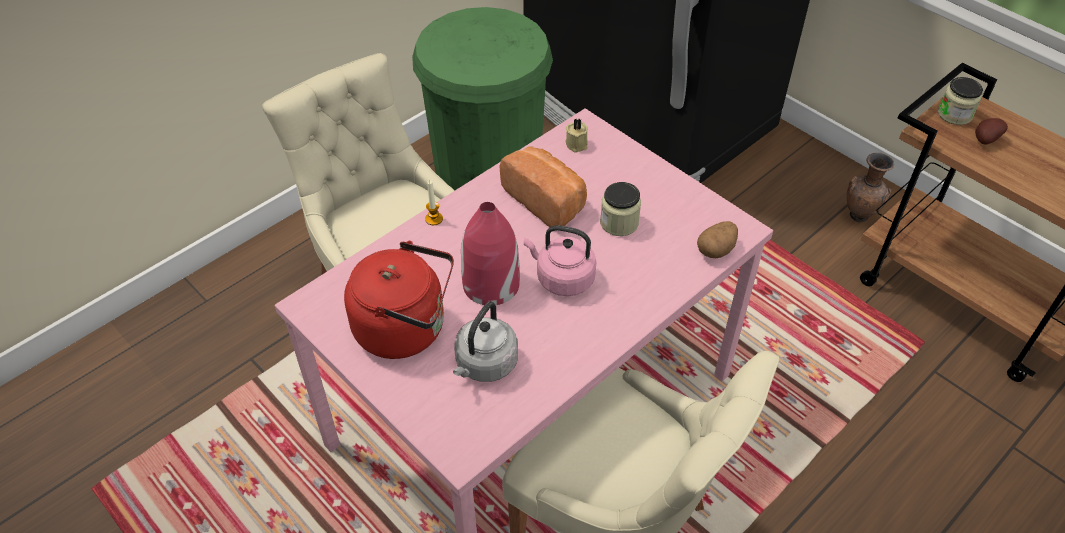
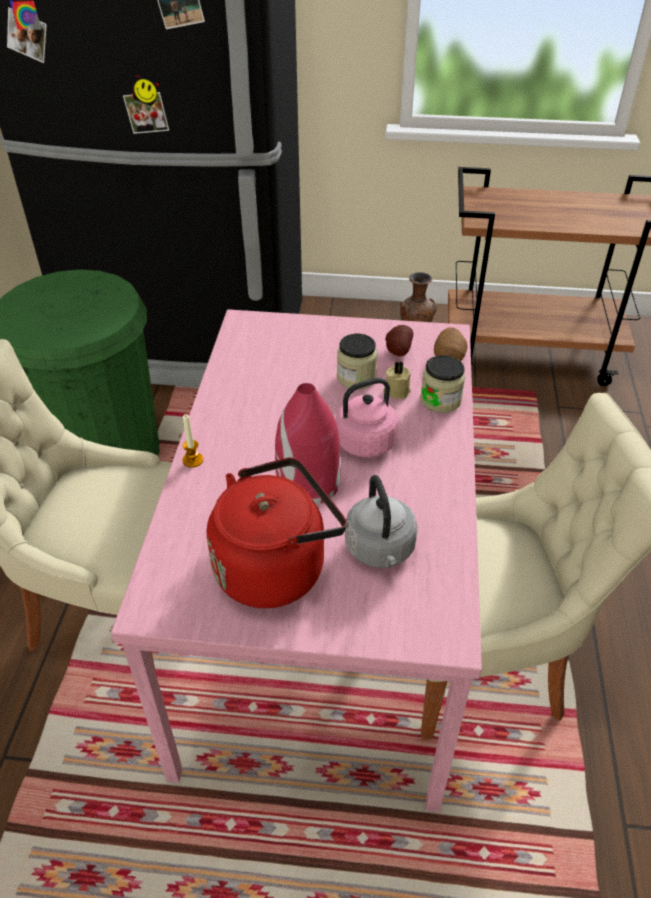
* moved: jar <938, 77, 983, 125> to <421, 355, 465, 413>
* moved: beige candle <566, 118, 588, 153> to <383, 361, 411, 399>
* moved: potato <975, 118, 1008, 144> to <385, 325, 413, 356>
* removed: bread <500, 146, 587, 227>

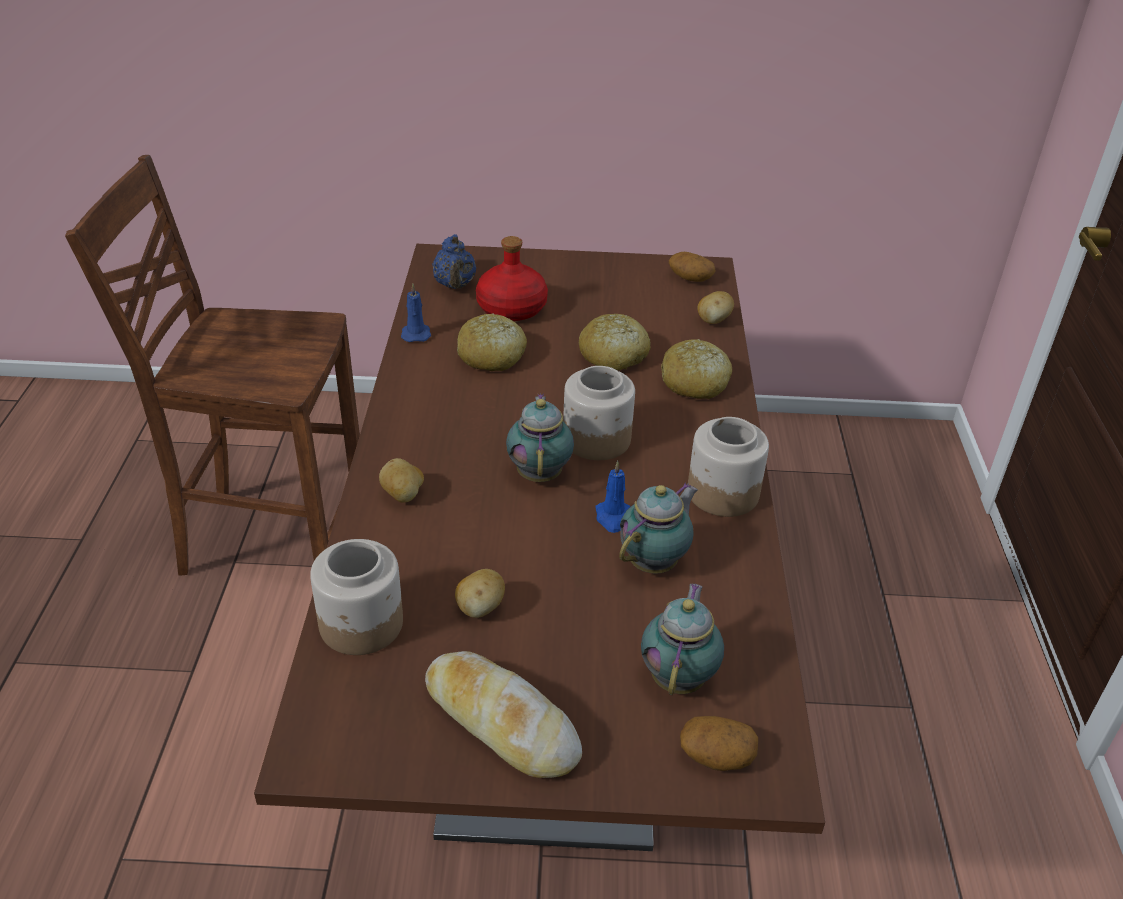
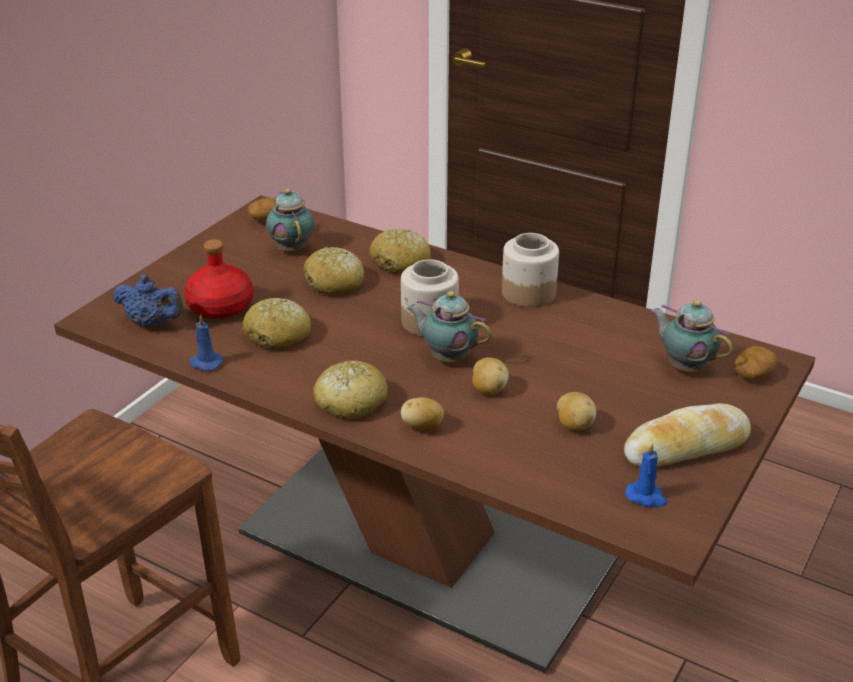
* moved: potato <697, 291, 734, 324> to <472, 357, 509, 394>
* moved: blue candle <595, 461, 631, 533> to <625, 443, 667, 507>
* moved: teapot <619, 482, 698, 573> to <266, 189, 314, 253>
* removed: jar <310, 539, 403, 655>
* added: bread <313, 360, 388, 419>

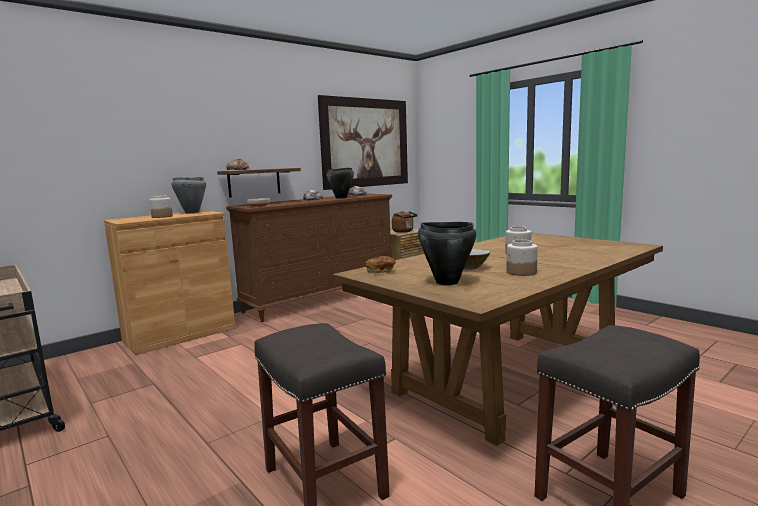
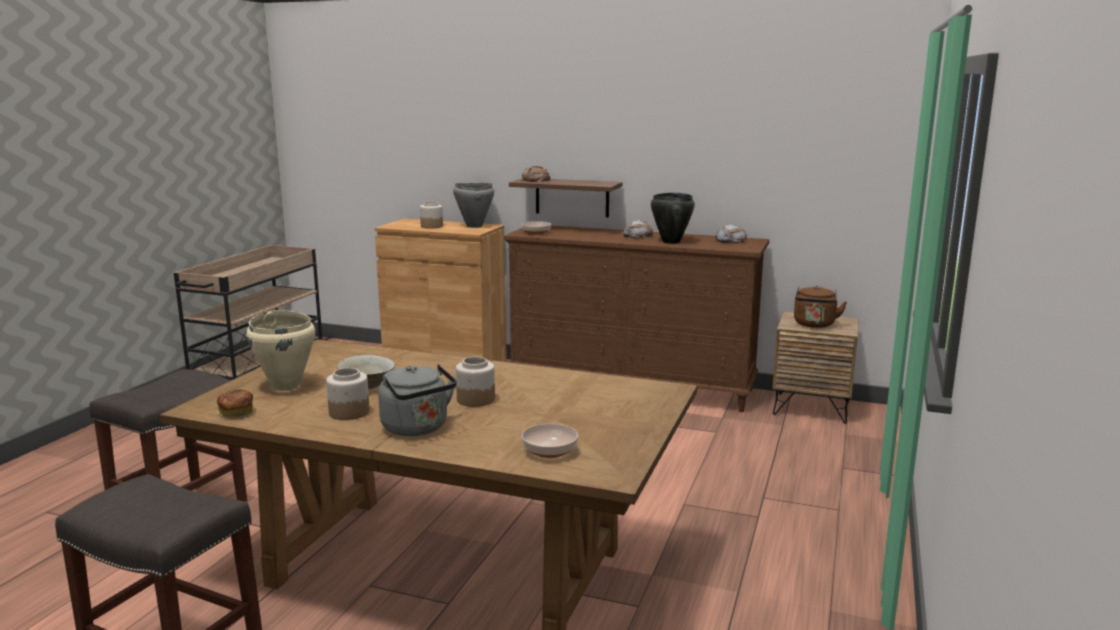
* removed: picture <318, 95, 408, 190>
* recoloured: black cooking pot <418, 222, 476, 285> to beige cooking pot <246, 310, 315, 391>
* moved: bread <365, 256, 396, 274> to <217, 389, 253, 417>
* added: grey kettle <378, 364, 457, 436>
* added: bowl <522, 424, 578, 458>

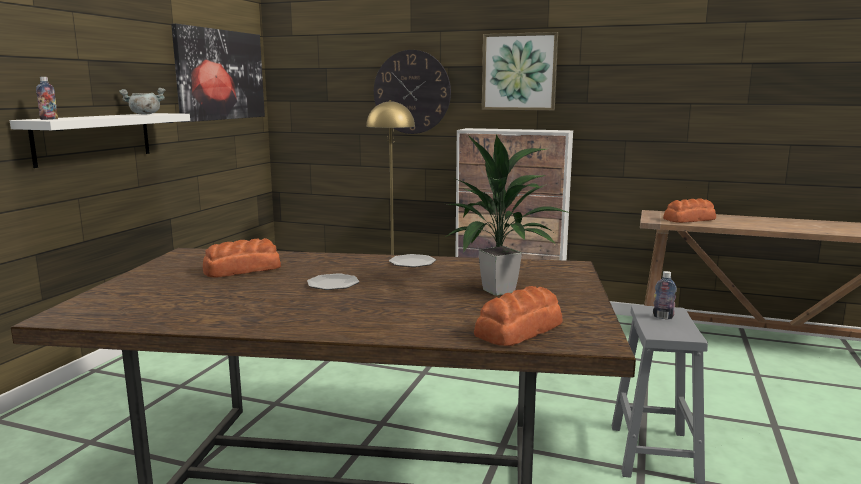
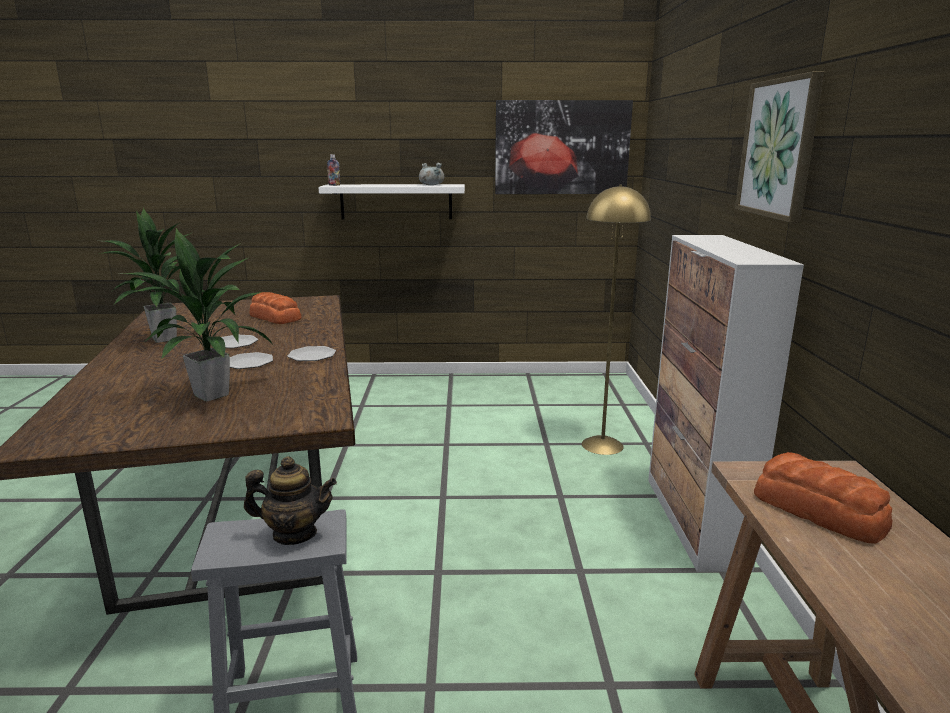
* removed: wall clock <374, 50, 451, 134>
* replaced: bottle <653, 271, 677, 319> to teapot <244, 456, 337, 545>
* removed: bread <474, 286, 562, 346>
* added: potted plant <99, 208, 205, 343>
* added: plate <230, 352, 273, 369>

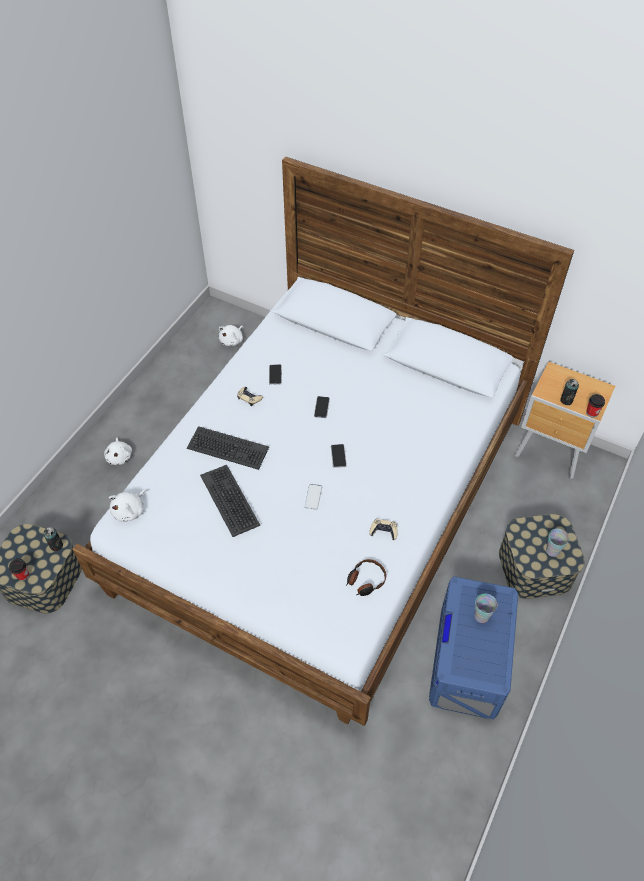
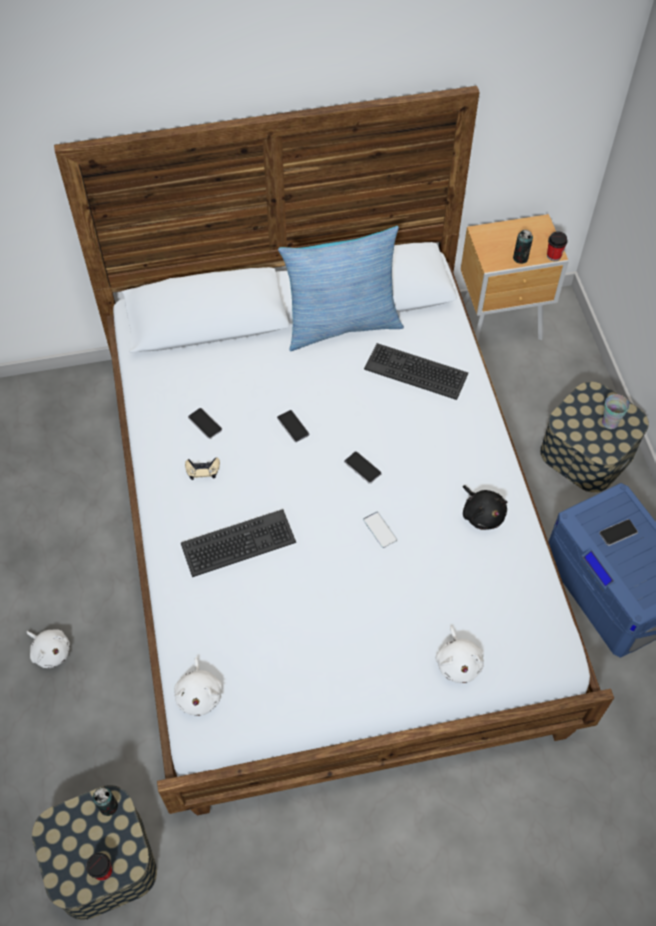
* moved: white plush toy <219, 325, 243, 346> to <436, 626, 484, 683>
* moved: keyboard <200, 465, 260, 537> to <364, 343, 468, 400>
* replaced: beige game controller <369, 519, 398, 540> to black plush toy <463, 485, 507, 530>
* removed: headphones <346, 559, 386, 596>
* replaced: cup <474, 594, 497, 623> to phone <599, 519, 638, 546>
* added: pillow <278, 226, 404, 351>

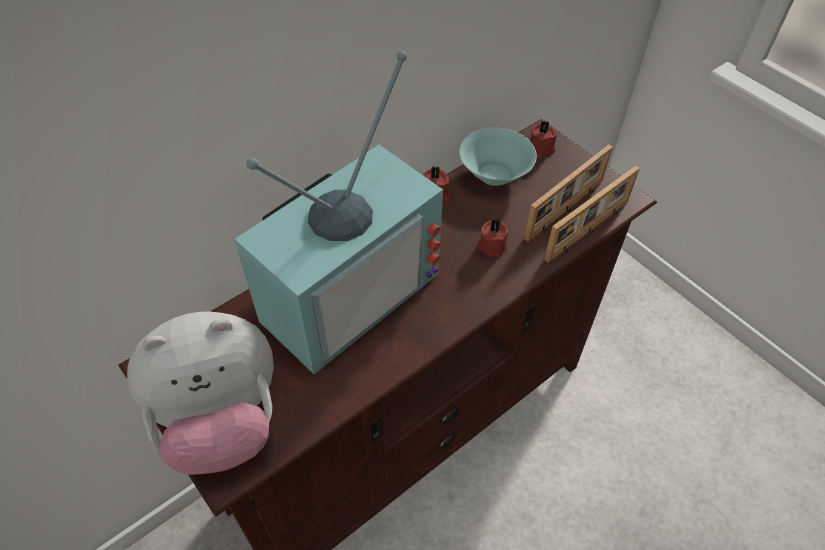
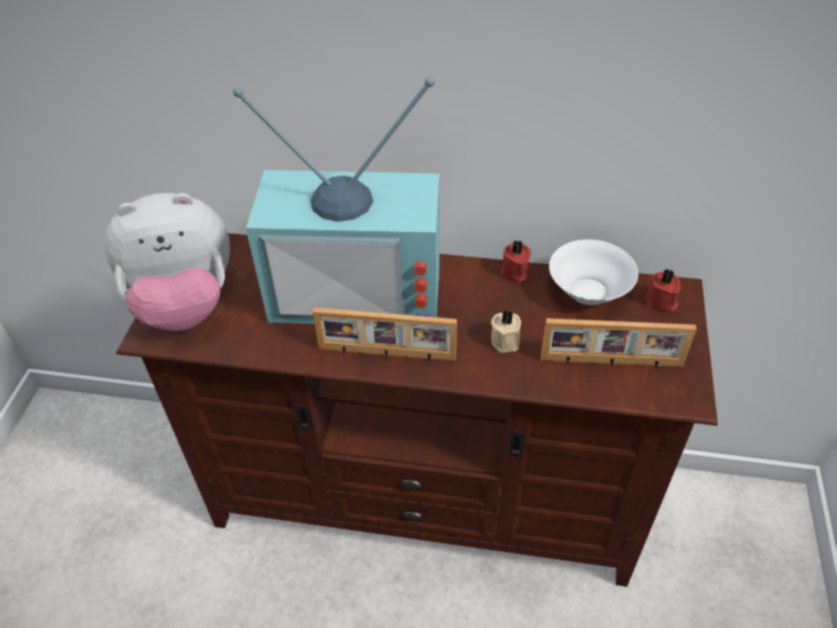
* recoloured: turquoise bowl <459, 128, 537, 186> to white bowl <549, 239, 638, 305>
* moved: picture frame <544, 166, 640, 263> to <313, 307, 457, 361>
* recoloured: red candle <477, 219, 508, 257> to beige candle <491, 309, 521, 353>
* turned: plush toy <127, 312, 274, 475> = <105, 193, 230, 331> 45 degrees counterclockwise

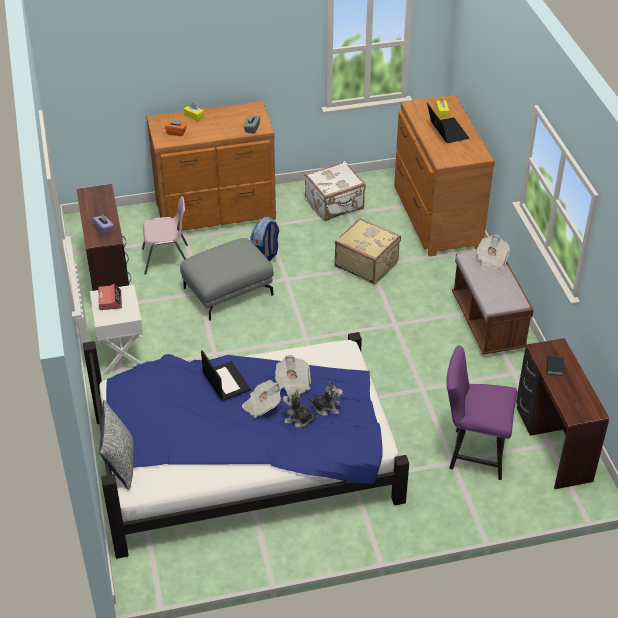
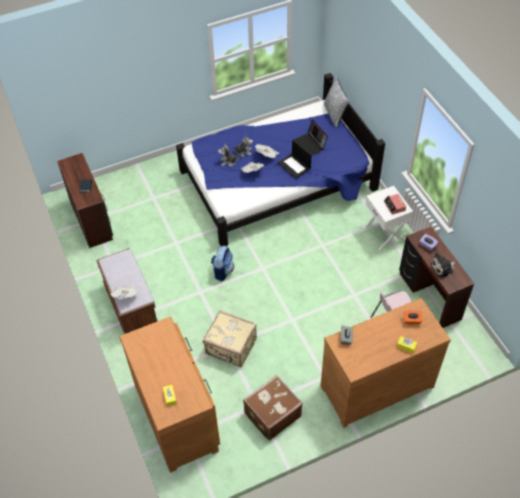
* moved: laptop <427, 103, 469, 143> to <293, 119, 328, 156>
* recoloured: white suitcase <304, 161, 366, 221> to brown suitcase <243, 375, 303, 441>
* moved: backpack <250, 217, 279, 261> to <211, 245, 234, 281>
* removed: grey ottoman <180, 238, 274, 321>
* removed: purple chair <446, 345, 517, 480>
* added: plush toy <430, 253, 456, 278>

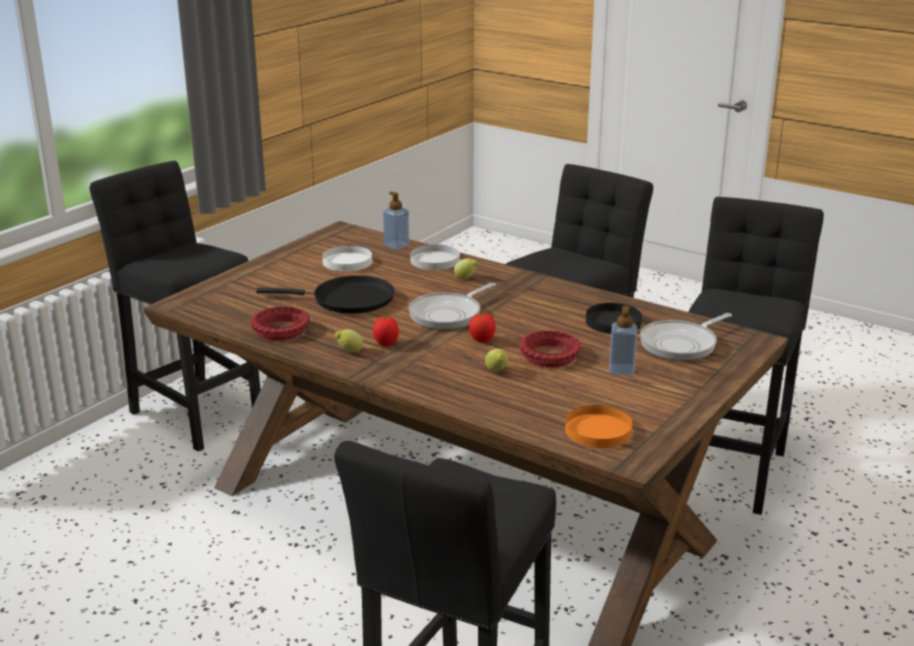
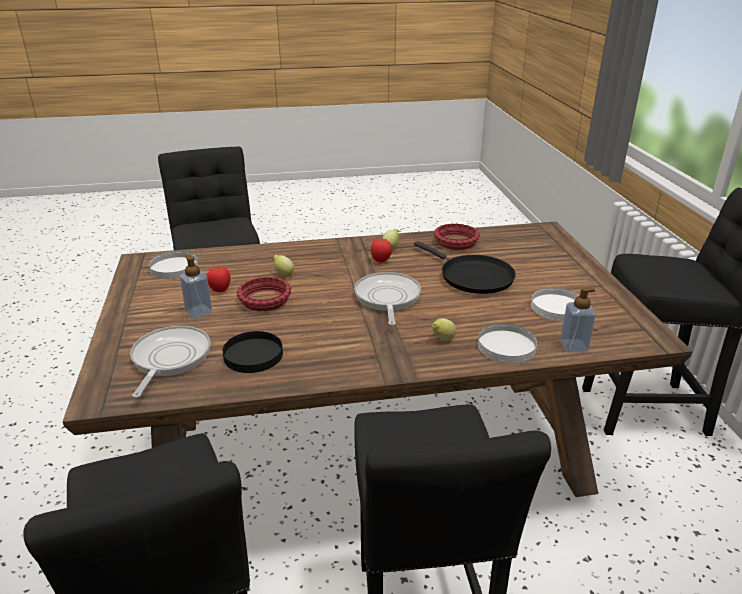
* turned: black frying pan <256, 276, 395, 314> = <414, 241, 516, 294> 90 degrees counterclockwise
* moved: tomato <469, 313, 496, 342> to <207, 266, 231, 292>
* recoloured: orange plate <565, 405, 633, 448> to white plate <148, 251, 198, 279>

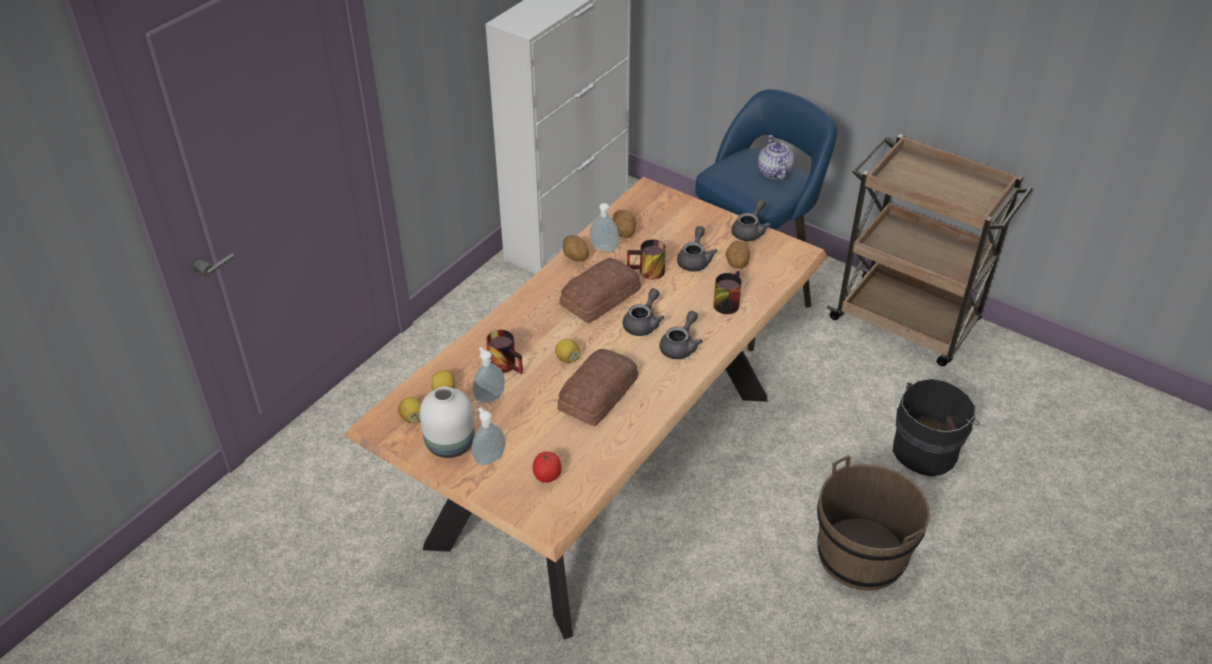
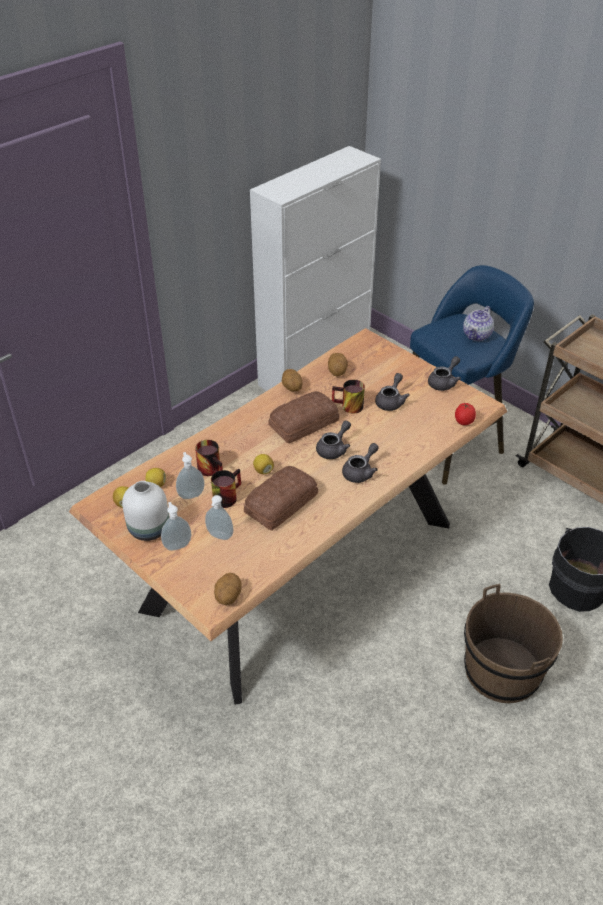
* turned: teapot <758, 135, 794, 180> = <463, 306, 494, 341> 150 degrees counterclockwise
* moved: soap dispenser <590, 203, 619, 252> to <205, 495, 233, 540>
* moved: potato <725, 241, 750, 269> to <214, 573, 242, 605>
* moved: mug <713, 270, 742, 314> to <211, 469, 241, 508>
* moved: tomato <532, 451, 561, 483> to <455, 403, 476, 425>

